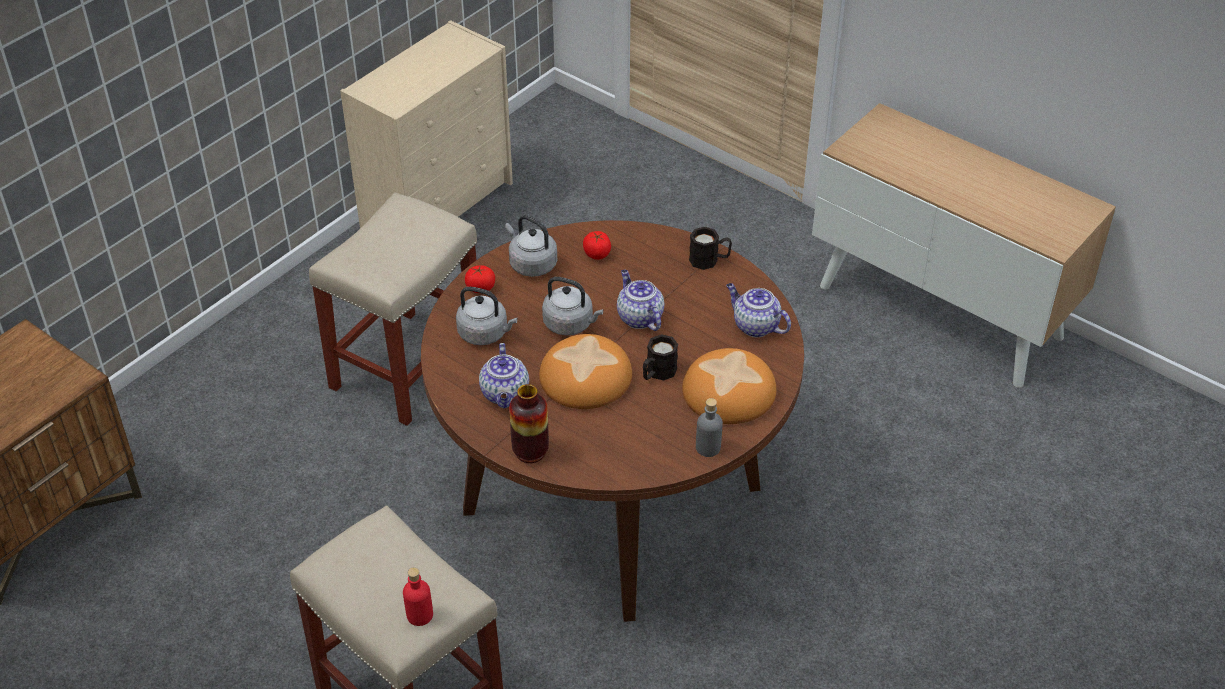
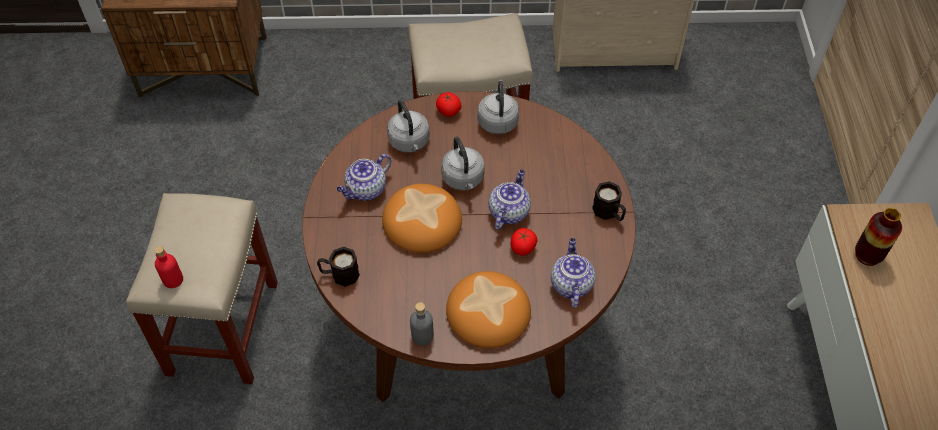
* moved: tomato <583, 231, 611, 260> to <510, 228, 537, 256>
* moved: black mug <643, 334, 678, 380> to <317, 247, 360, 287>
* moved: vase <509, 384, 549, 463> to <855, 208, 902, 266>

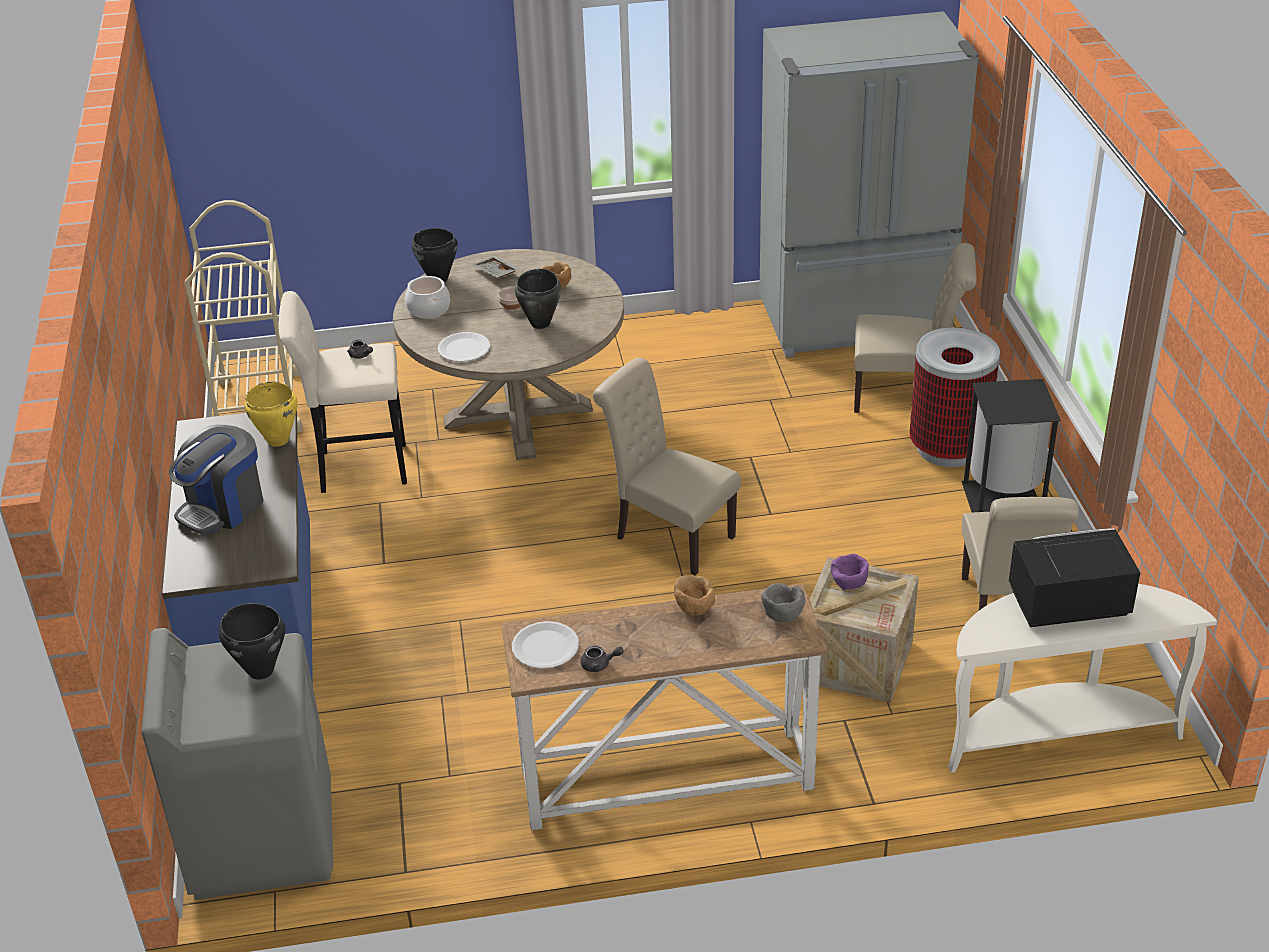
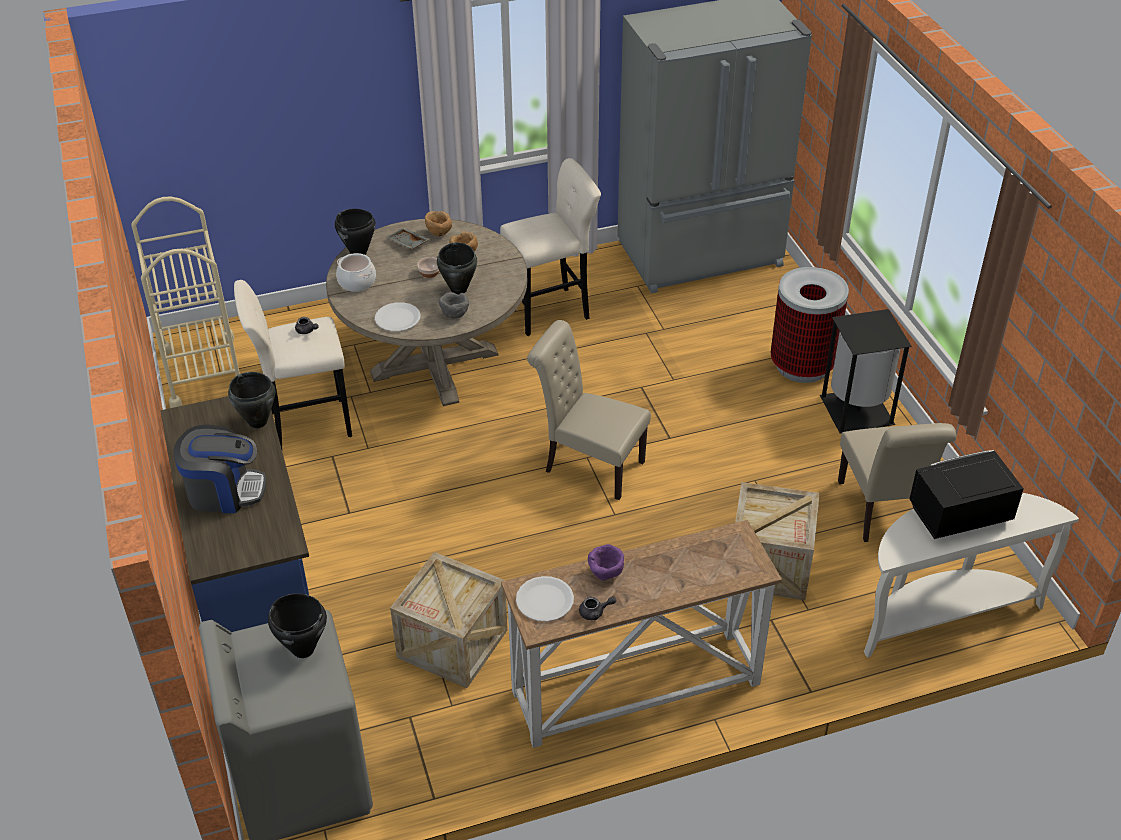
* removed: beige chair <854, 243, 977, 413>
* recoloured: yellow cooking pot <245, 382, 298, 447> to black cooking pot <228, 372, 275, 428>
* turned: coffee machine <169, 424, 263, 534> = <173, 425, 266, 513> 120 degrees counterclockwise
* moved: purple bowl <831, 554, 869, 590> to <588, 544, 624, 581>
* moved: brown bowl <674, 575, 715, 616> to <425, 211, 452, 237>
* moved: grey bowl <761, 583, 805, 622> to <439, 292, 469, 319>
* added: beige stool <500, 158, 601, 336>
* added: crate <390, 552, 508, 688>

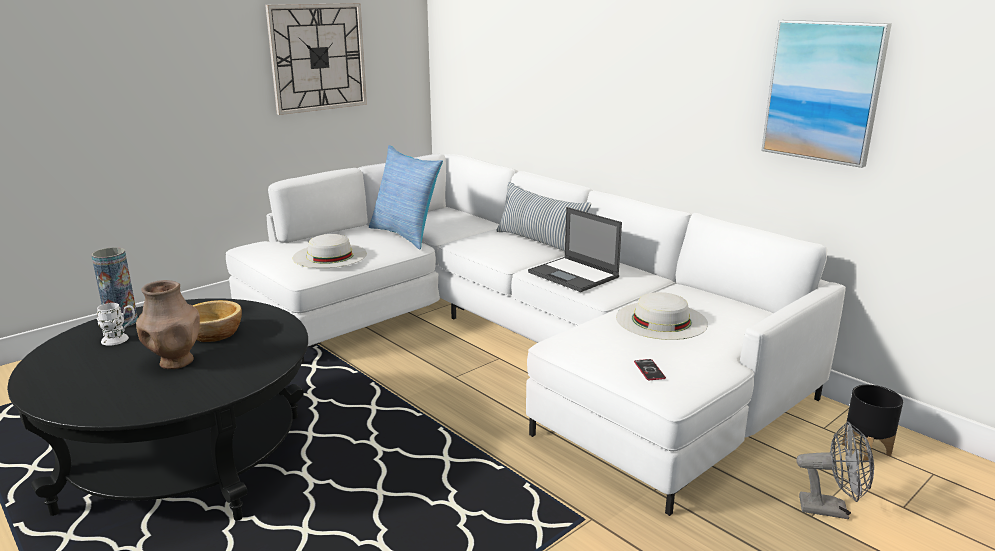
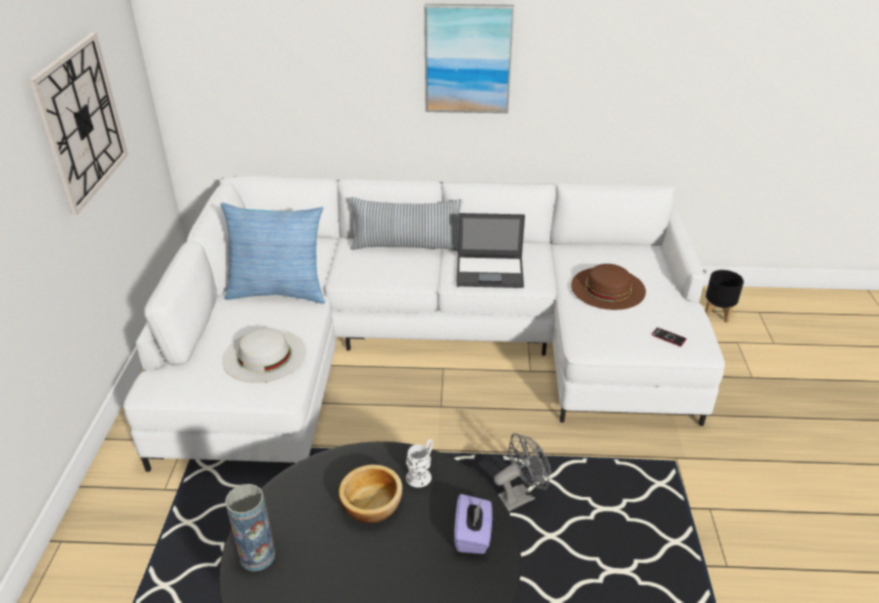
* moved: picture <761, 20, 892, 168> to <424, 4, 514, 113>
* removed: brown vase <136, 280, 200, 369>
* recoloured: white hat <616, 292, 708, 340> to brown hat <571, 264, 646, 310>
* moved: white mug <97, 303, 135, 346> to <406, 439, 433, 488>
* moved: grey fan <796, 422, 874, 519> to <494, 433, 551, 511>
* added: purple tissue box <454, 494, 492, 554>

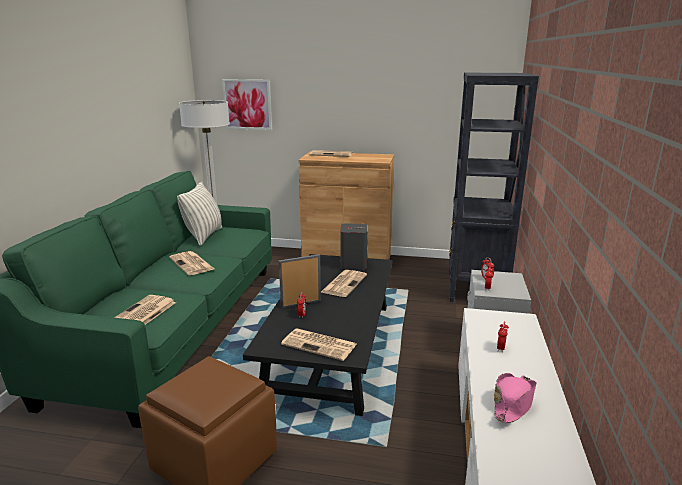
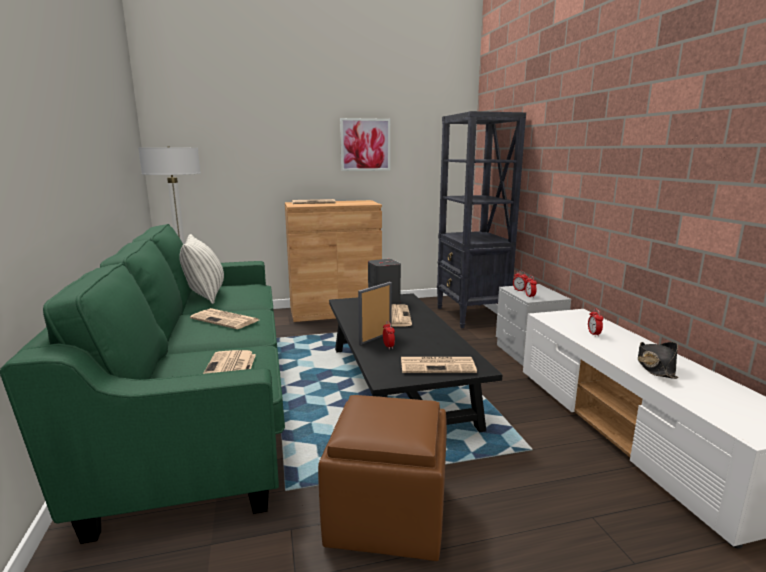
* moved: picture <222, 79, 272, 130> to <340, 118, 390, 171>
* recoloured: pink hat <494, 373, 536, 423> to black hat <638, 342, 679, 379>

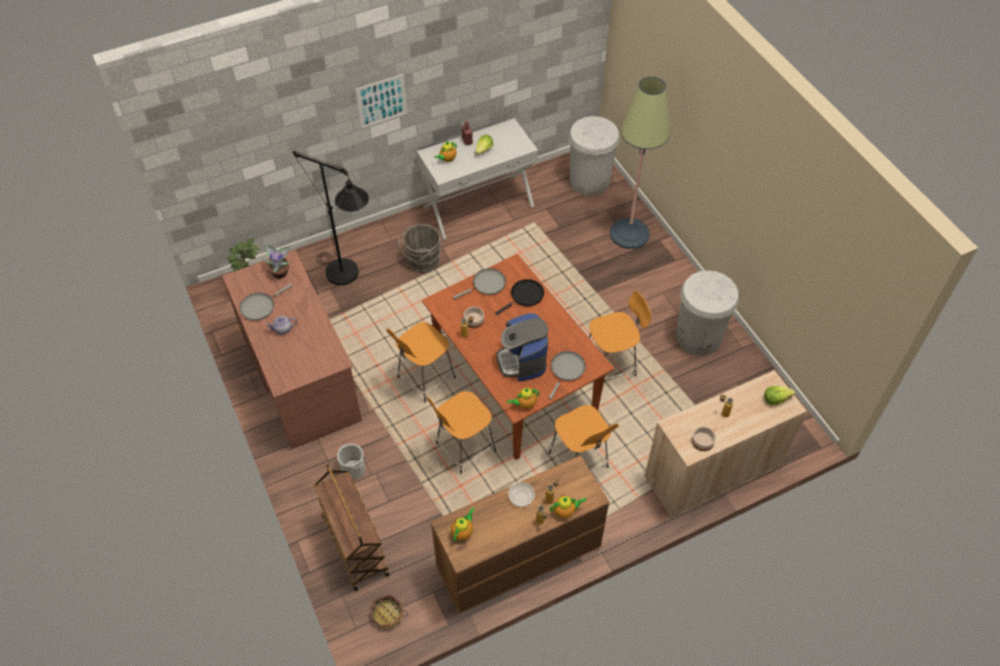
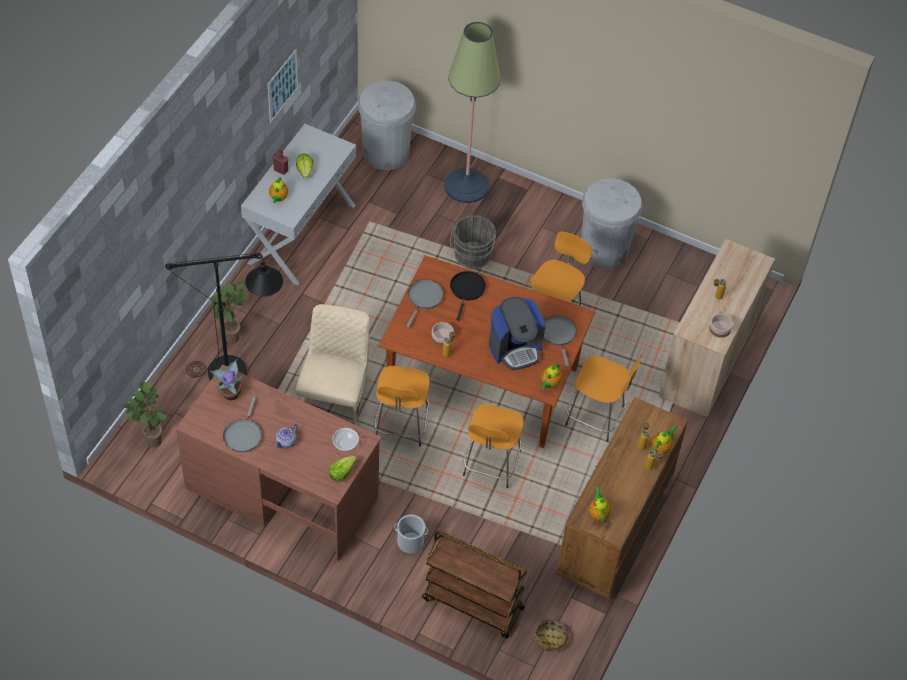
* moved: picture <355, 74, 407, 129> to <268, 49, 299, 123>
* moved: grey bucket <399, 224, 442, 273> to <450, 215, 496, 269>
* turned: coffee machine <497, 313, 548, 382> = <489, 297, 546, 370> 60 degrees counterclockwise
* moved: lettuce <764, 386, 795, 405> to <329, 456, 357, 482>
* moved: bowl <508, 482, 535, 507> to <333, 428, 359, 451>
* added: potted plant <210, 282, 249, 344>
* added: beige chair <295, 304, 369, 426>

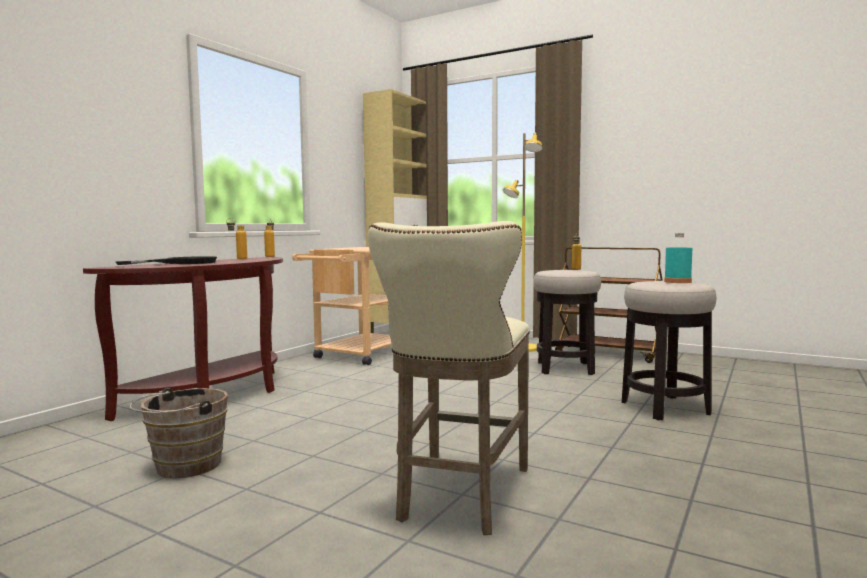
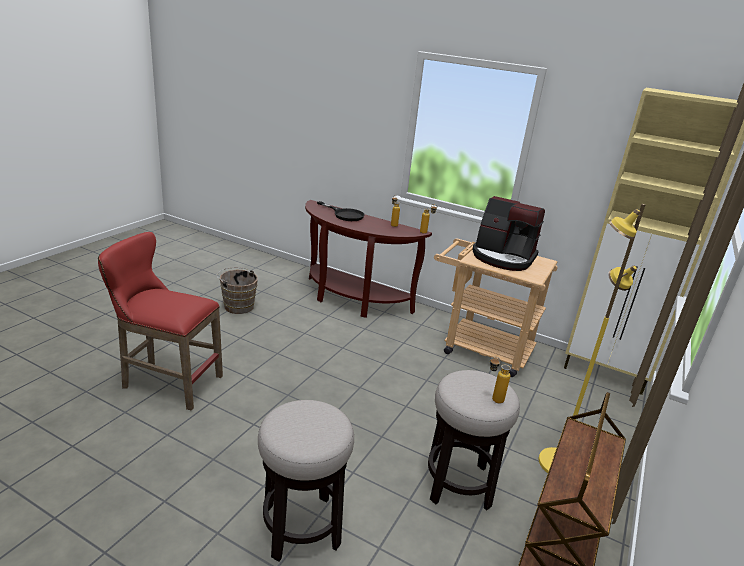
* recoloured: beige stool <368, 221, 530, 535> to red stool <98, 232, 223, 411>
* removed: turquoise bottle <664, 233, 692, 283>
* added: coffee machine <473, 196, 545, 271>

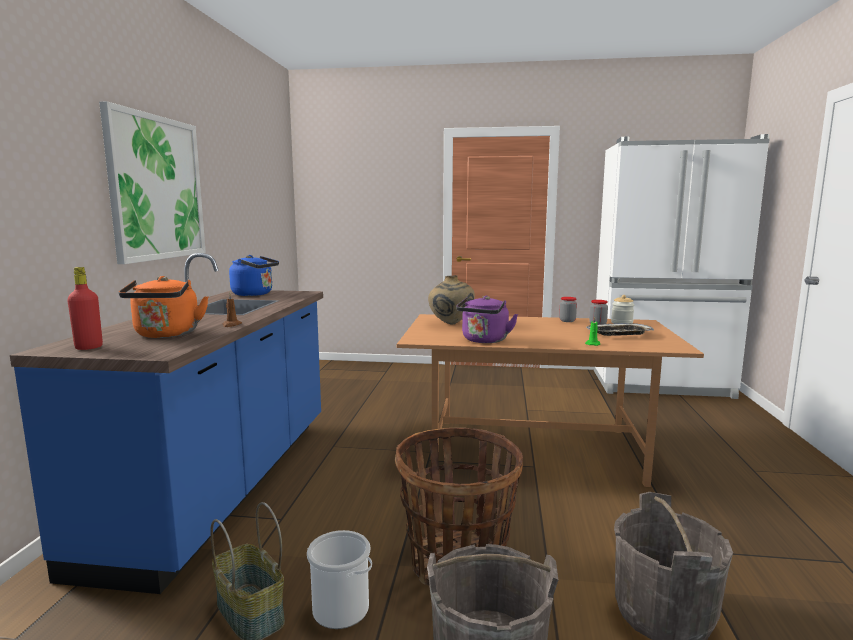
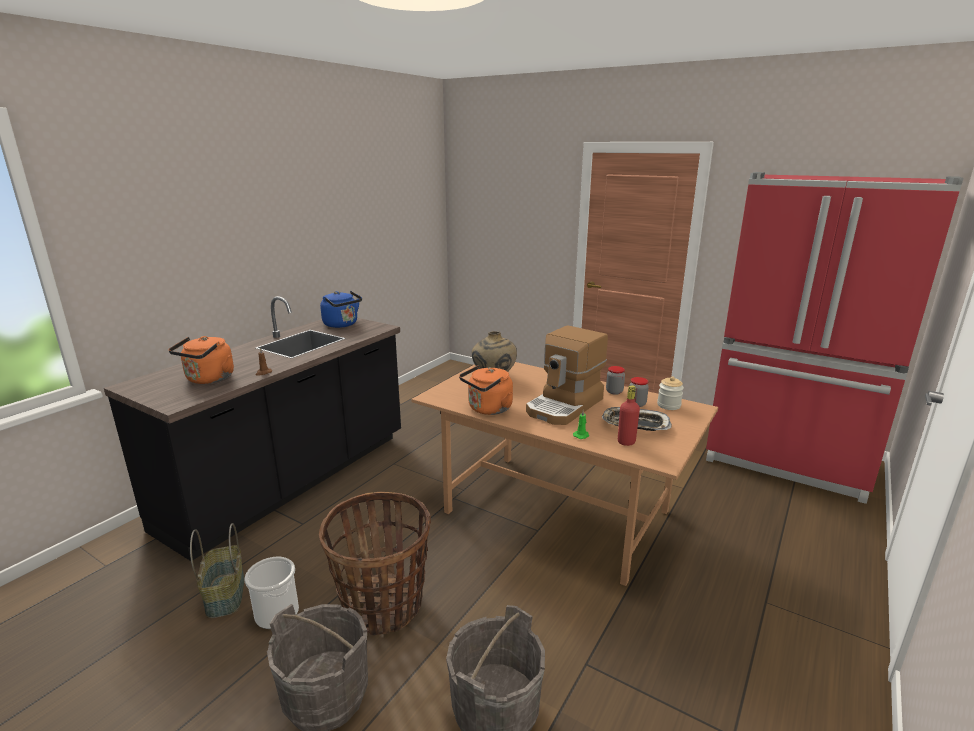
* removed: picture <99, 101, 206, 264>
* recoloured: white fridge <594, 134, 770, 399> to red fridge <706, 172, 964, 504>
* recoloured: blue counter <10, 253, 323, 594> to black counter <104, 296, 401, 561>
* moved: red bottle <67, 267, 103, 350> to <618, 385, 640, 446>
* recoloured: purple kettle <456, 296, 518, 343> to orange kettle <459, 365, 513, 415>
* added: coffee machine <526, 326, 608, 425>

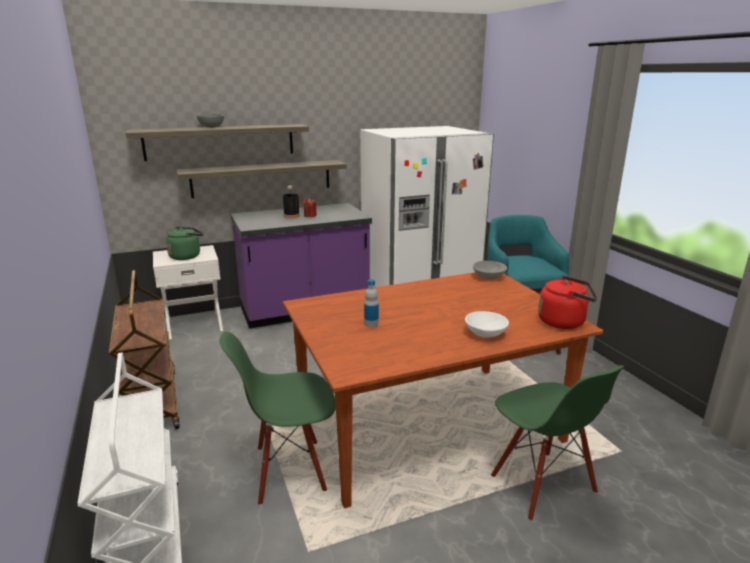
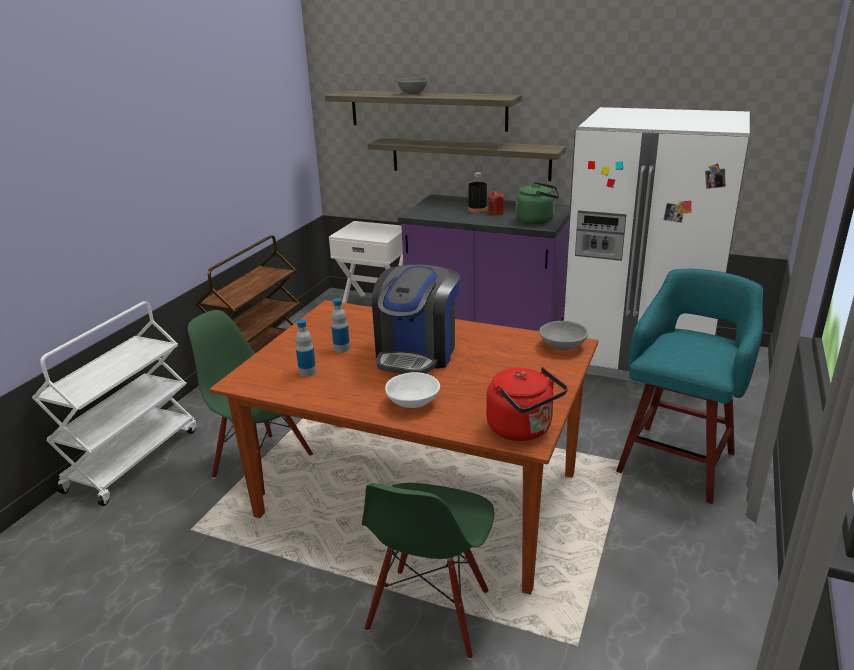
* moved: green kettle <166, 227, 204, 260> to <515, 182, 559, 225>
* added: coffee machine <372, 265, 460, 374>
* added: bottle <295, 319, 316, 377>

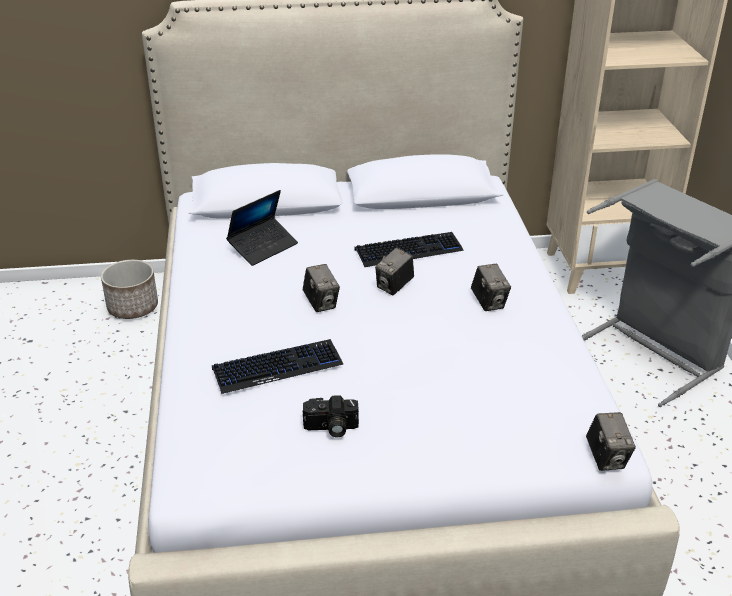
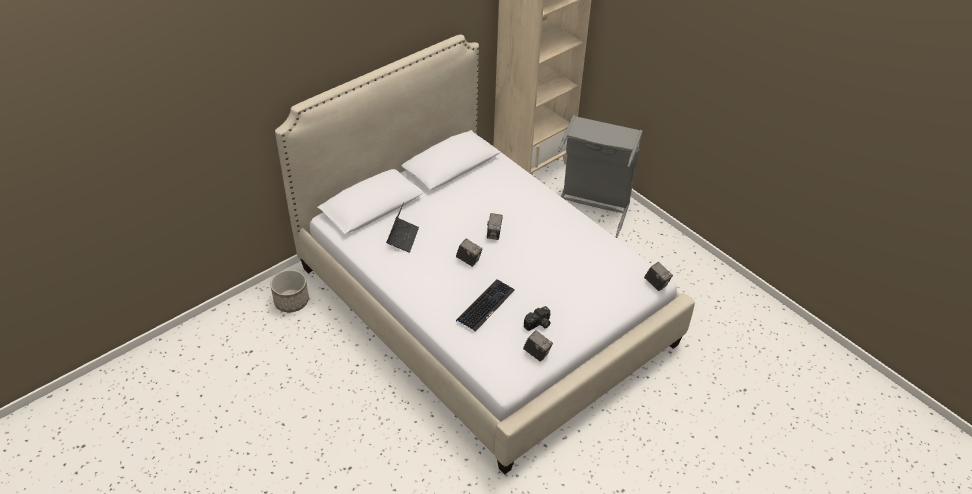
* removed: keyboard <355, 232, 464, 267>
* moved: photo camera <471, 264, 511, 311> to <523, 330, 553, 362>

